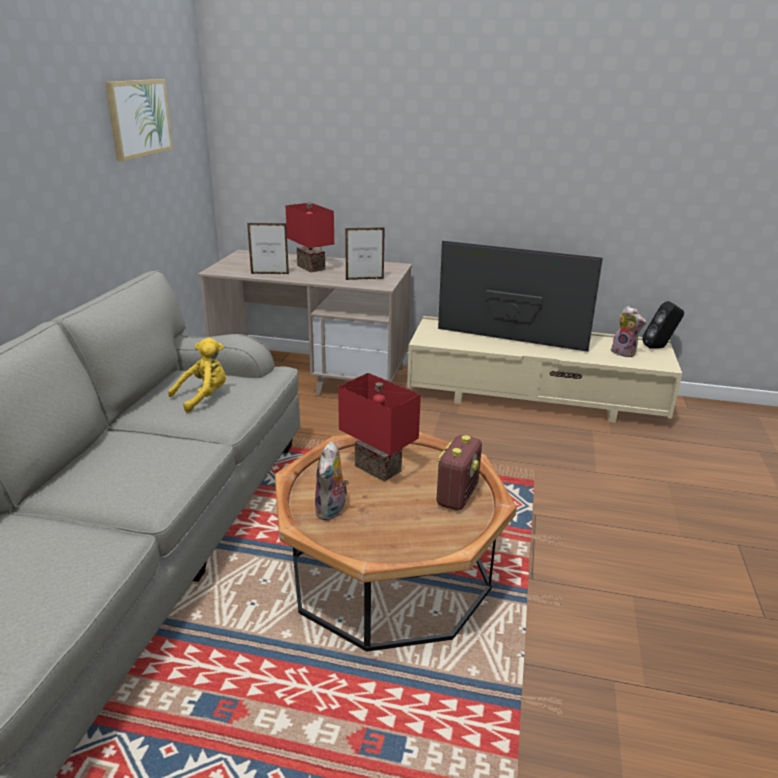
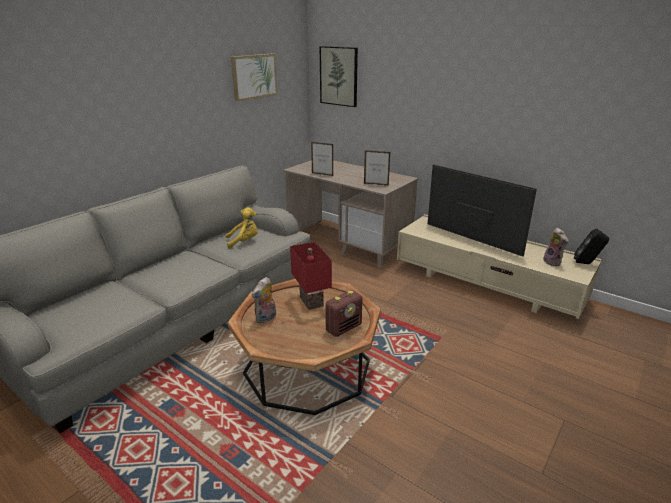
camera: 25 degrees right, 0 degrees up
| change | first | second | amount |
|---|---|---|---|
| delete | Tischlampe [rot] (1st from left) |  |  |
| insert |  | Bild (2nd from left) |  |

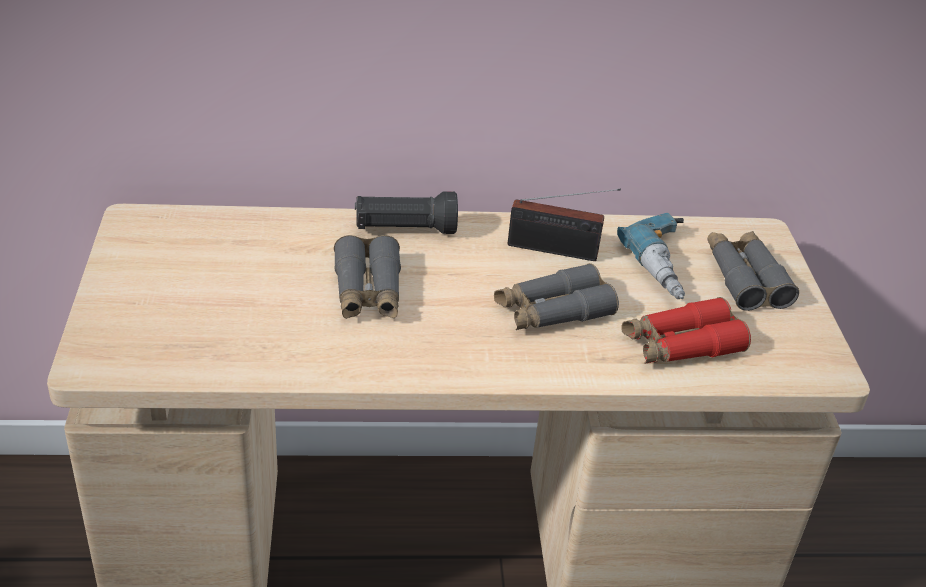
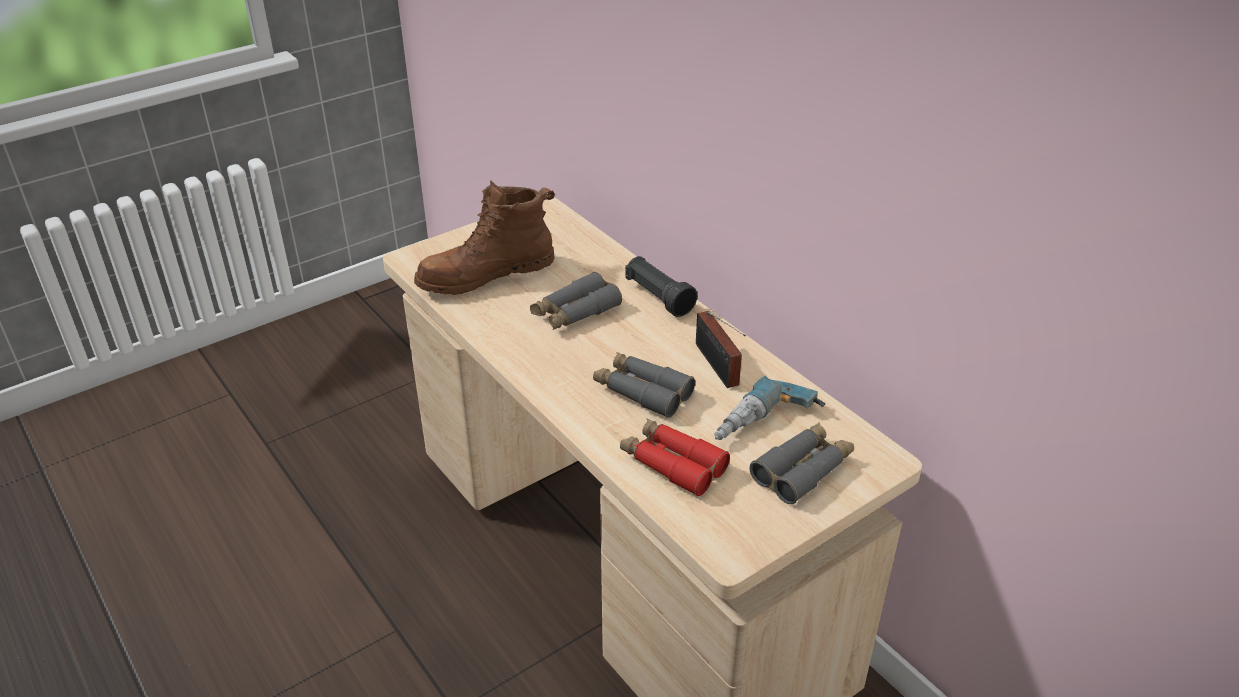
camera: 60 degrees right, 0 degrees up
| change | first | second | amount |
|---|---|---|---|
| insert |  | Stiefel [braun] |  |

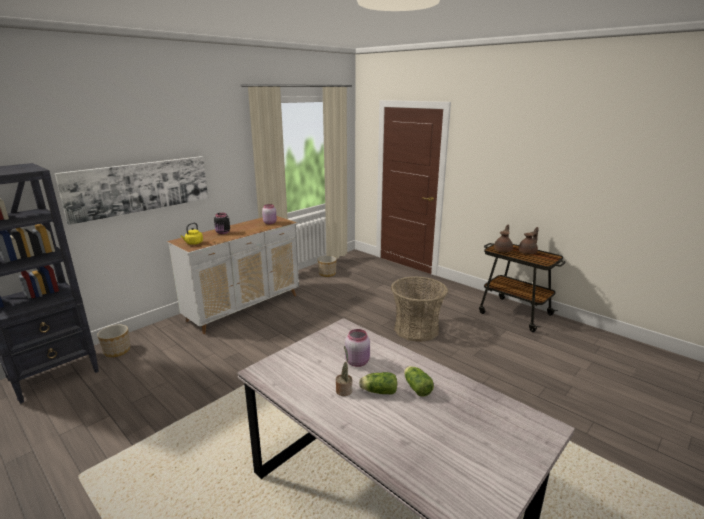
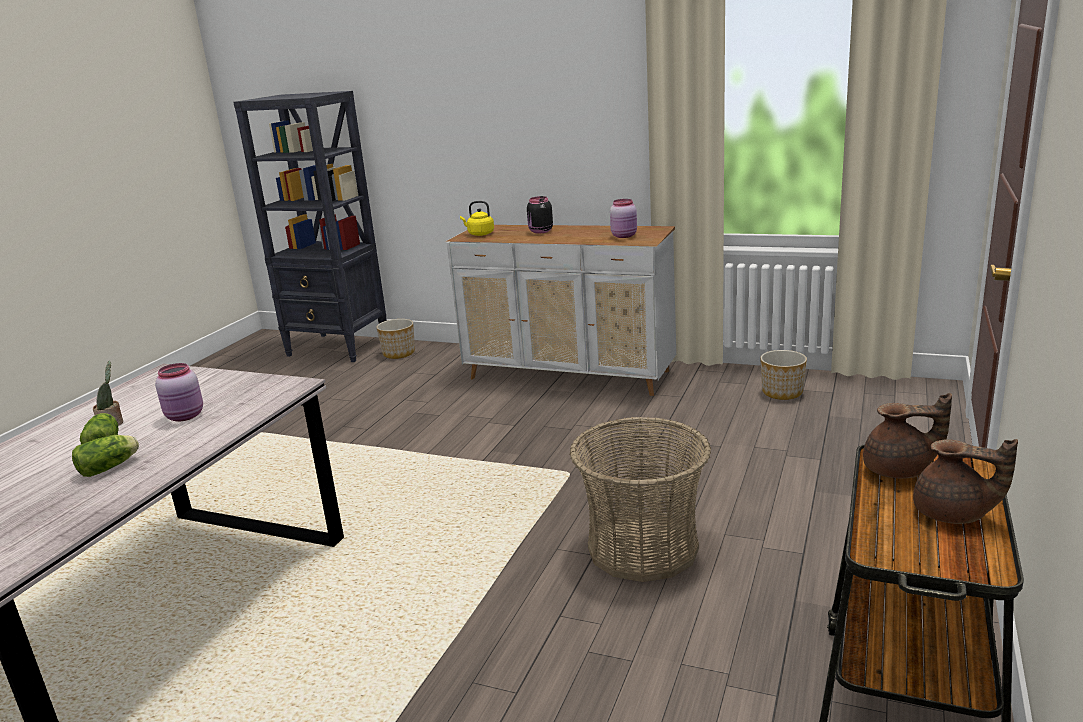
camera: 70 degrees right, 0 degrees up
| change | first | second | amount |
|---|---|---|---|
| delete | Bild |  |  |

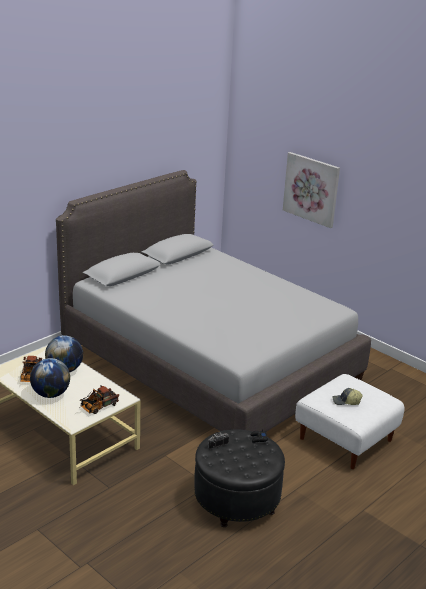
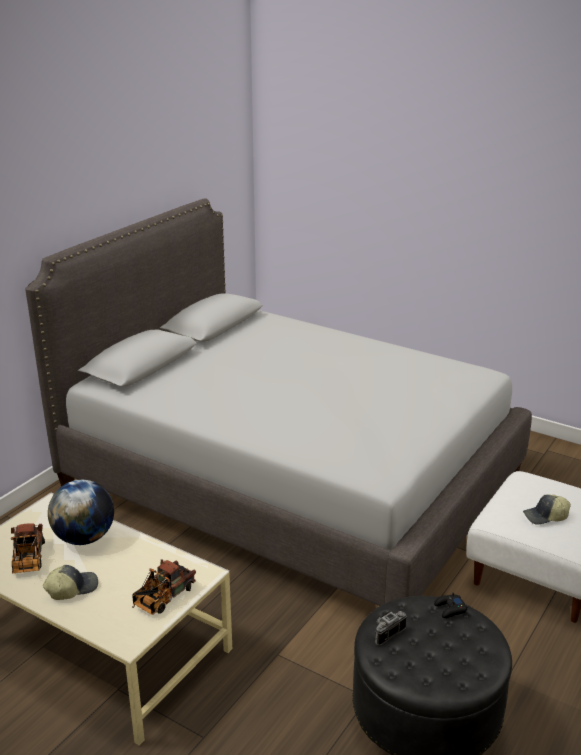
camera: 10 degrees left, 0 degrees up
| change | first | second | amount |
|---|---|---|---|
| replace | Globus (1st from left) | Kappe (1st from left) |  |
| delete | Bild |  |  |

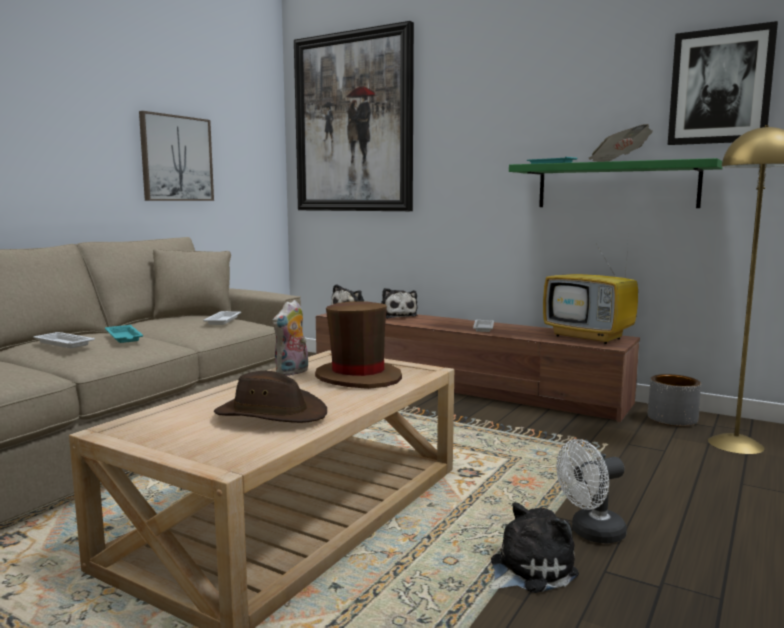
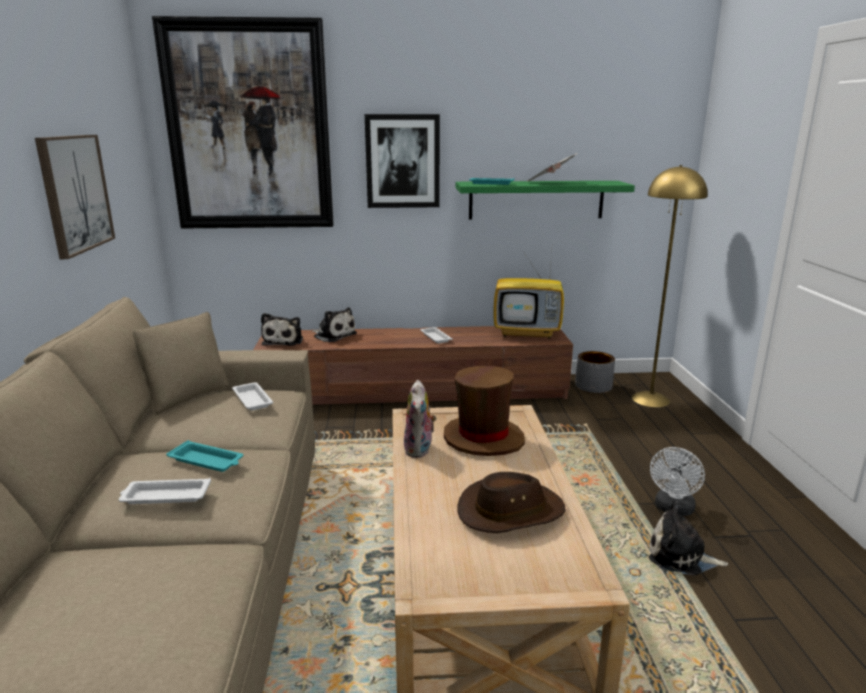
camera: 35 degrees left, 10 degrees up
| change | first | second | amount |
|---|---|---|---|
| rotate | Plüschtier (4th from left) |  | 90 degrees counterclockwise |
| move | Bild (3rd from left) |  |  |

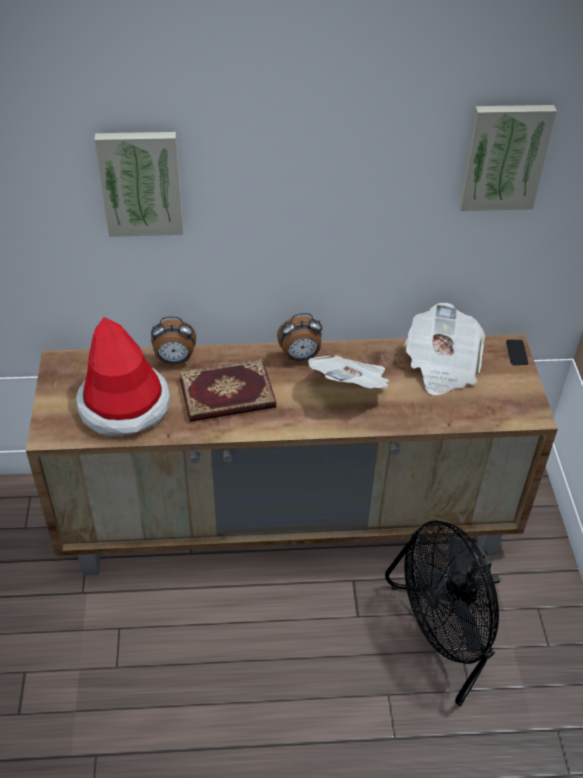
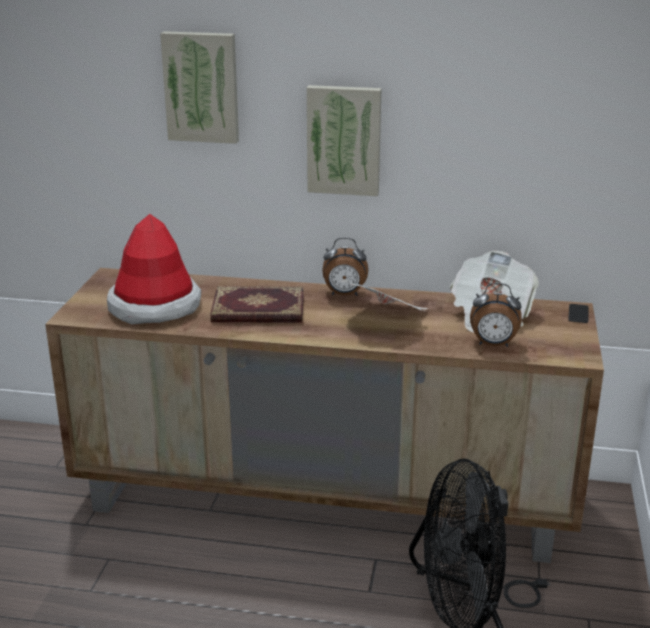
camera: 15 degrees right, 20 degrees down
| change | first | second | amount |
|---|---|---|---|
| move | Wecker (1st from left in the first image) | Wecker (2nd from left) |  |
| move | Bild (2nd from left) |  |  |

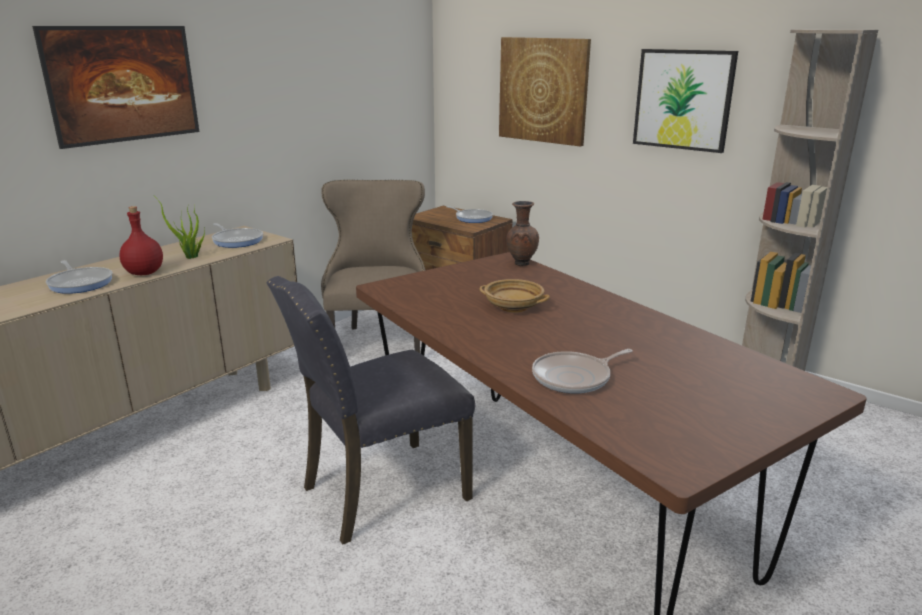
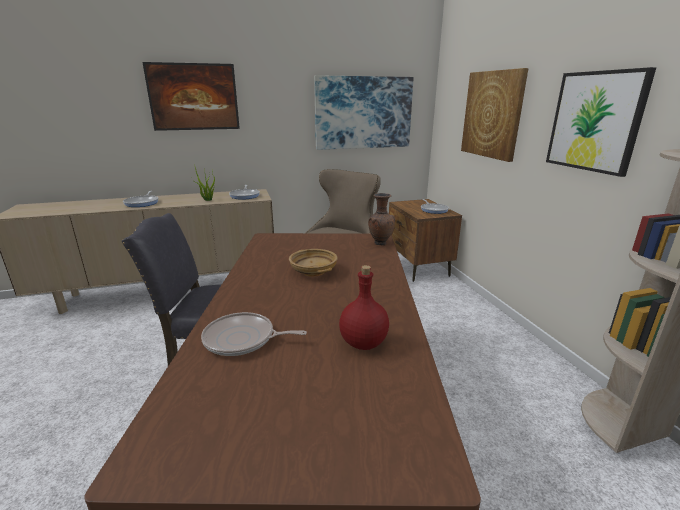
camera: 35 degrees right, 0 degrees up
| change | first | second | amount |
|---|---|---|---|
| move | Flasche [rot] |  |  |
| insert |  | Bild (2nd from left) |  |

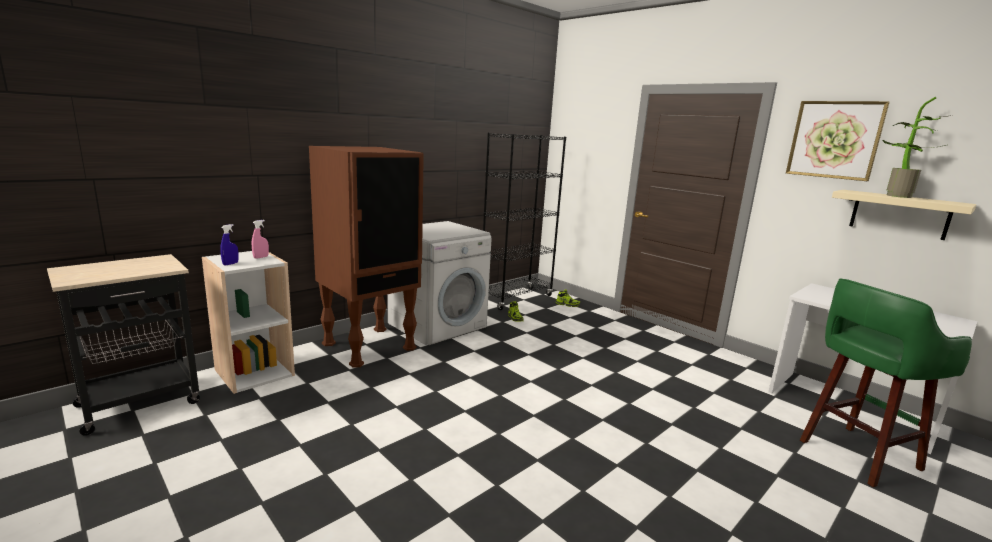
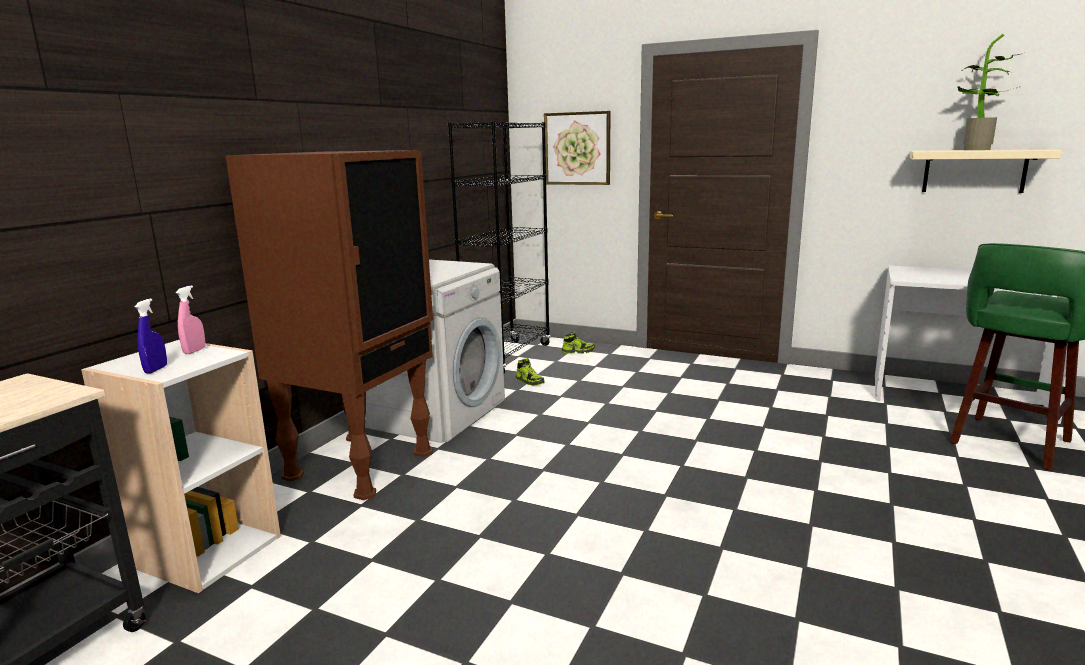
camera: 20 degrees left, 0 degrees up
| change | first | second | amount |
|---|---|---|---|
| move | Bild |  |  |

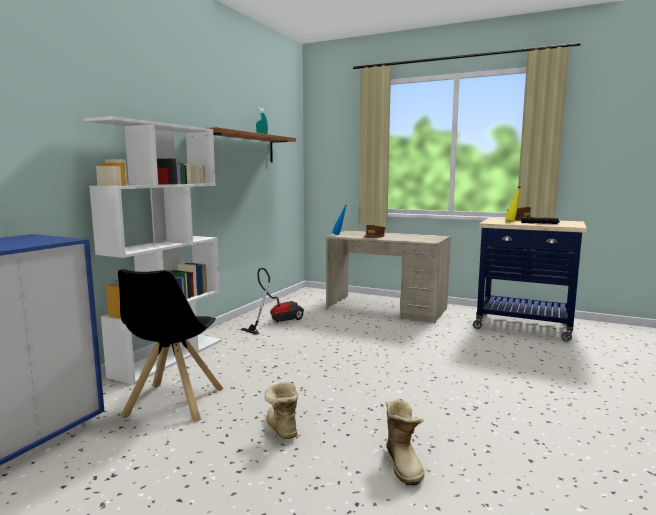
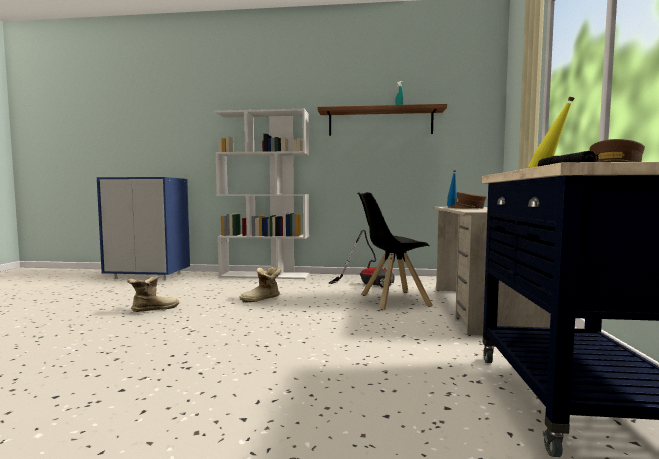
camera: 70 degrees right, 5 degrees down
| change | first | second | amount |
|---|---|---|---|
| move | Stuhl [schwarz] |  |  |
| move | Stiefel (2nd from left) |  |  |

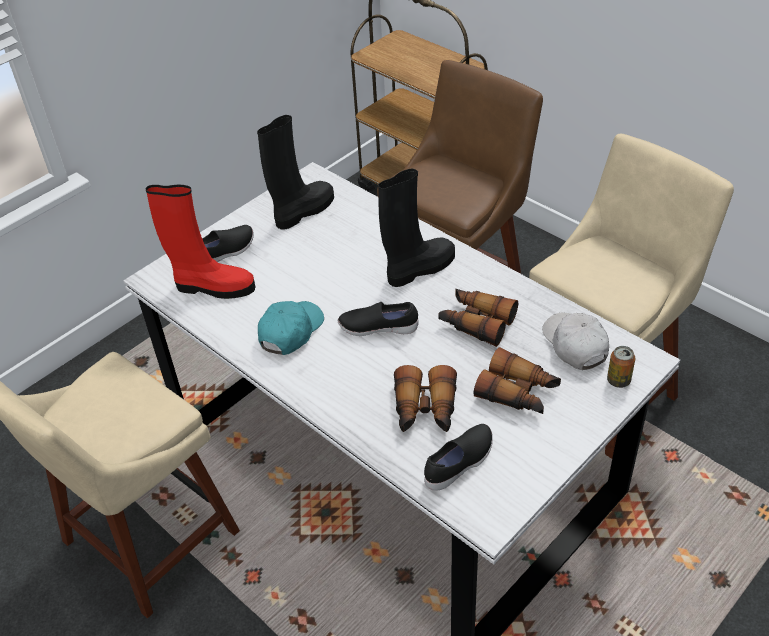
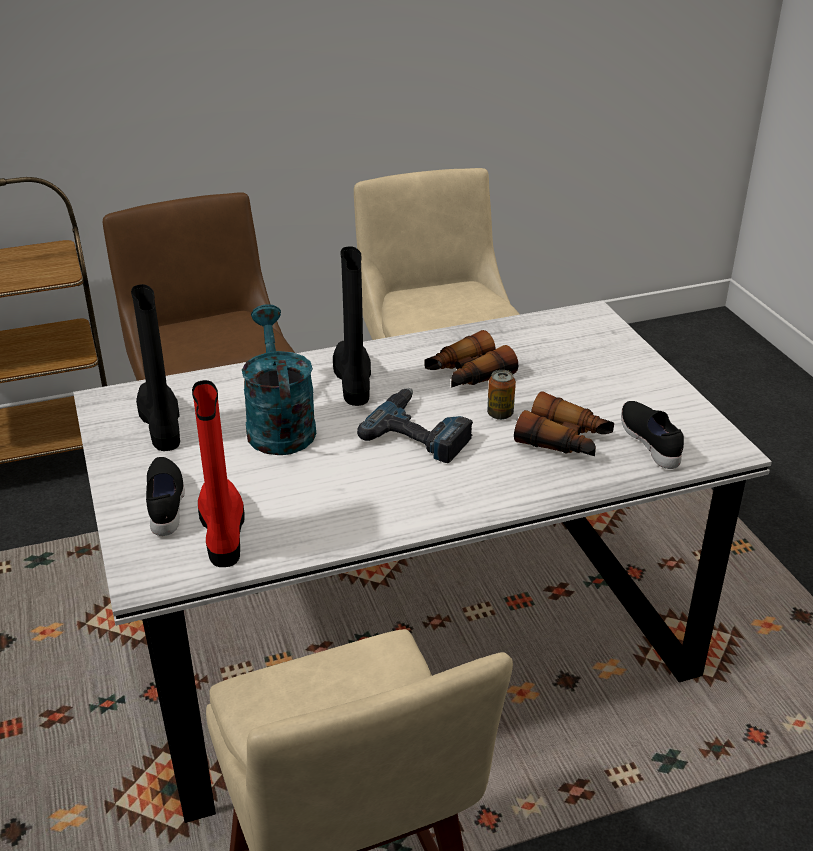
camera: 65 degrees left, 10 degrees down
| change | first | second | amount |
|---|---|---|---|
| rotate | Stiefel [rot] |  | 45 degrees counterclockwise |
| delete | Kappe [türkis] |  |  |
| replace | Schuh [schwarz] (2nd from left) | Bohrmaschine |  |
| delete | Fernglas (3rd from left) |  |  |
| delete | Kappe [weiß] |  |  |
| move | Dose |  |  |
| insert |  | Gießkanne [türkis] |  |

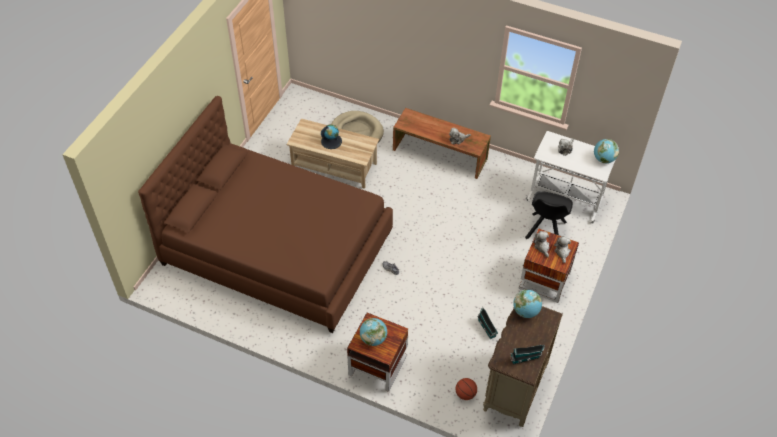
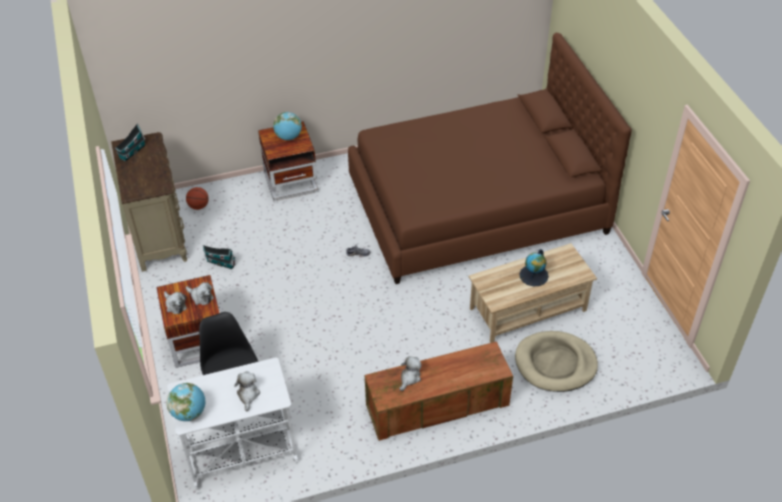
camera: 140 degrees right, 5 degrees down
| change | first | second | amount |
|---|---|---|---|
| delete | Globus (3rd from left) |  |  |

